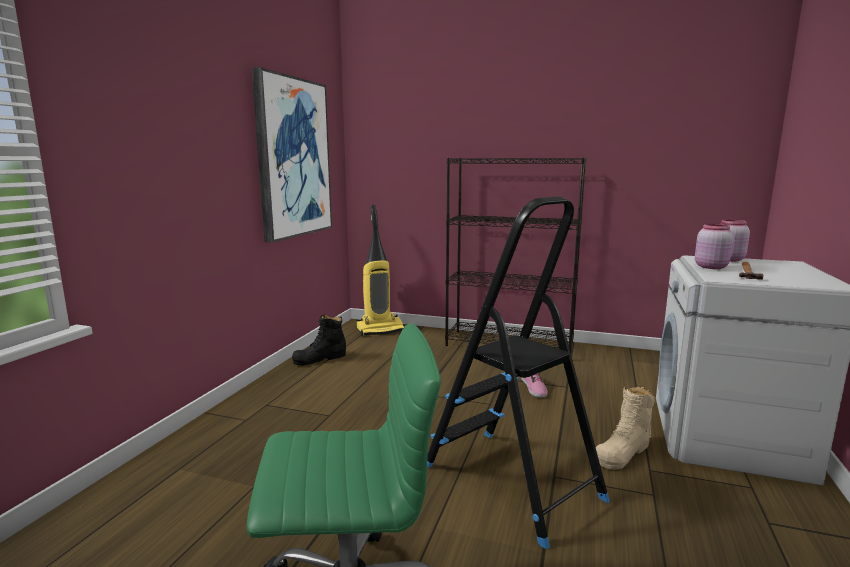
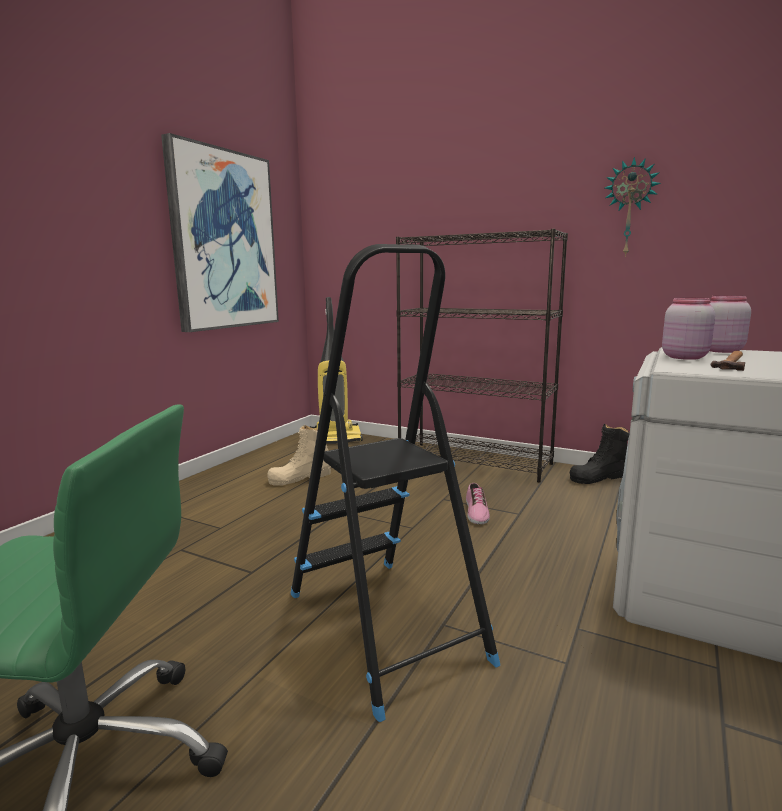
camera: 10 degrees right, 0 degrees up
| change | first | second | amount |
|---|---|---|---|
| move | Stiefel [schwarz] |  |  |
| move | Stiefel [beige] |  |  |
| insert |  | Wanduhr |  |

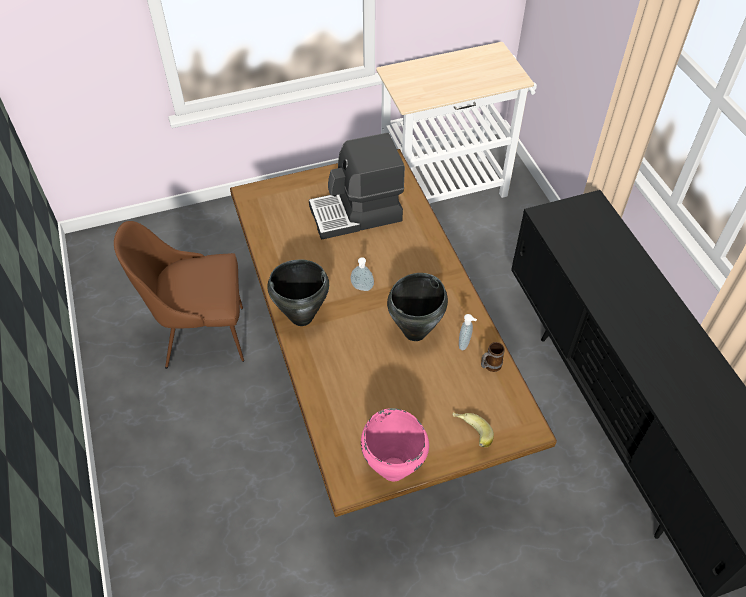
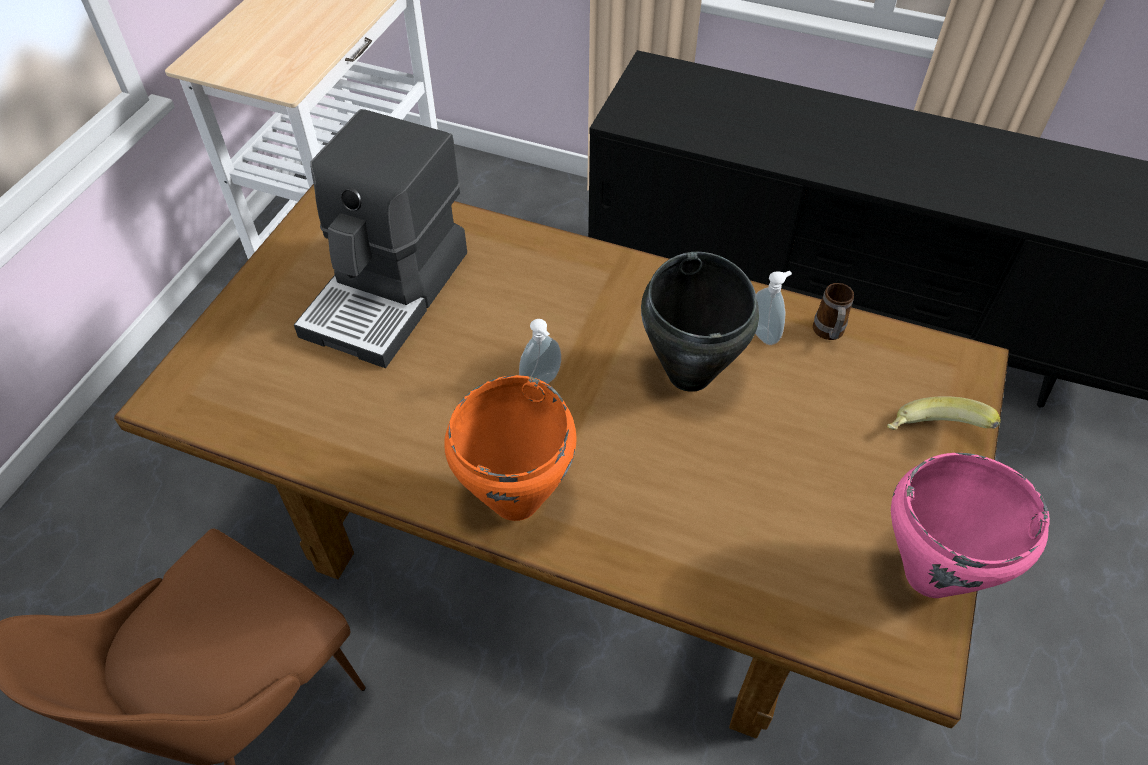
camera: 50 degrees left, 0 degrees up
| change | first | second | amount |
|---|---|---|---|
| recolor | Kochtopf [schwarz] (1st from left) | Kochtopf [orange] |  |

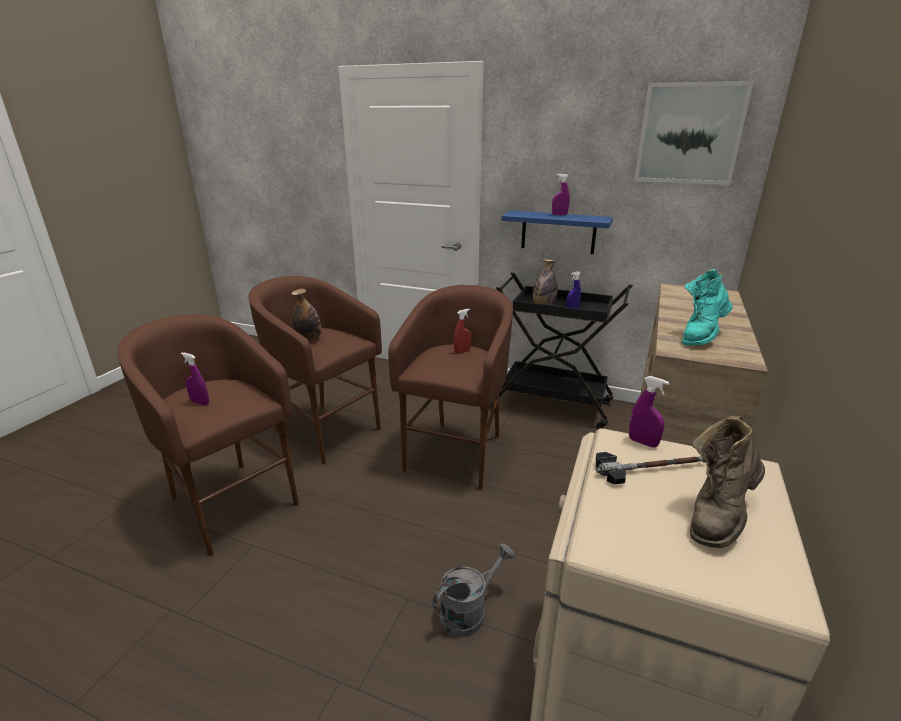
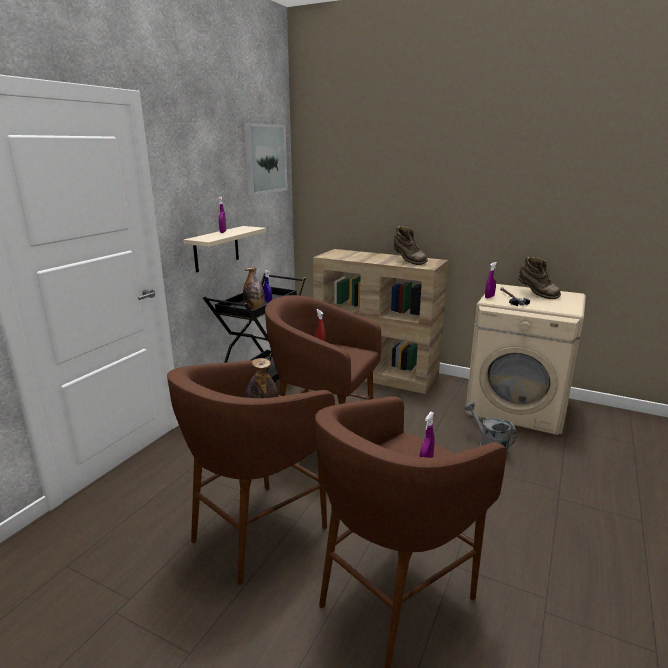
camera: 85 degrees left, 5 degrees down
| change | first | second | amount |
|---|---|---|---|
| recolor | Wandregal [blau] | Wandregal [beige] |  |
| recolor | Stiefel [türkis] | Stiefel [braun] (1st from left) |  |

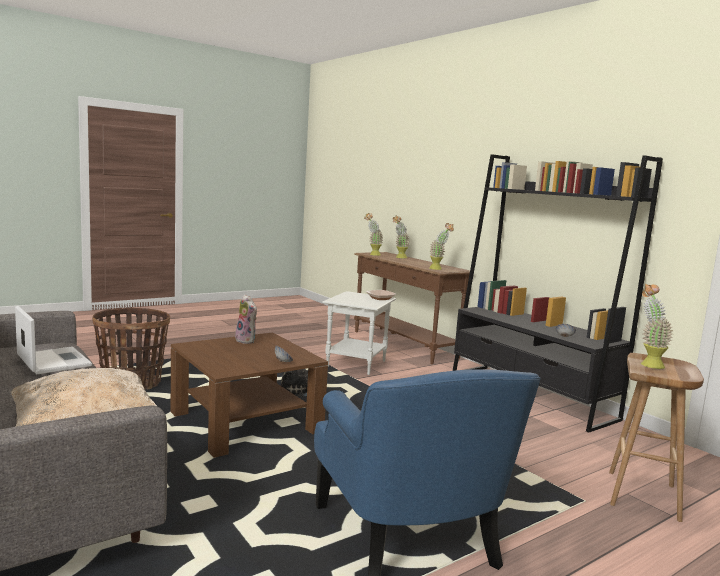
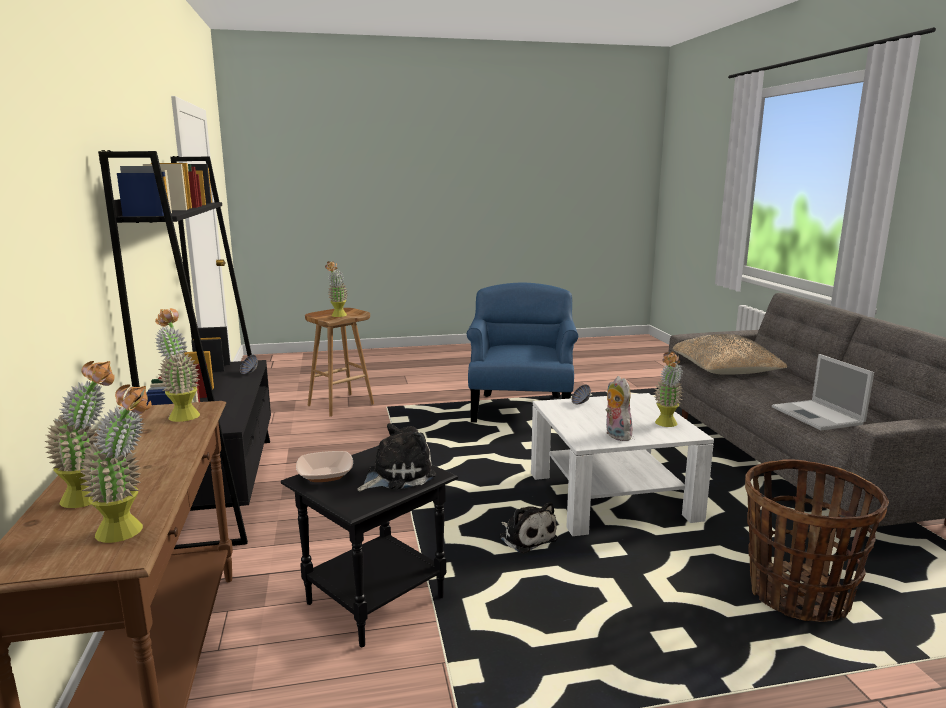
camera: 155 degrees left, 5 degrees up
| change | first | second | amount |
|---|---|---|---|
| recolor | Couchtisch [braun] | Couchtisch [weiß] |  |
| recolor | Beistelltisch [weiß] | Beistelltisch [schwarz] |  |
| insert |  | Plüschtier (1st from left) |  |
| insert |  | Topfpflanze (5th from left) |  |

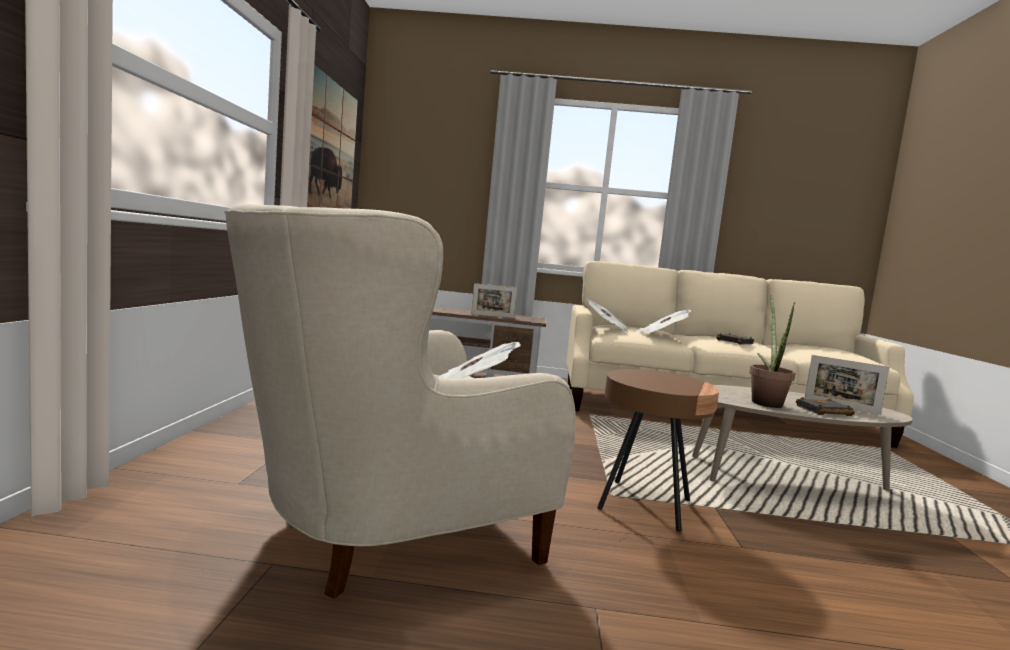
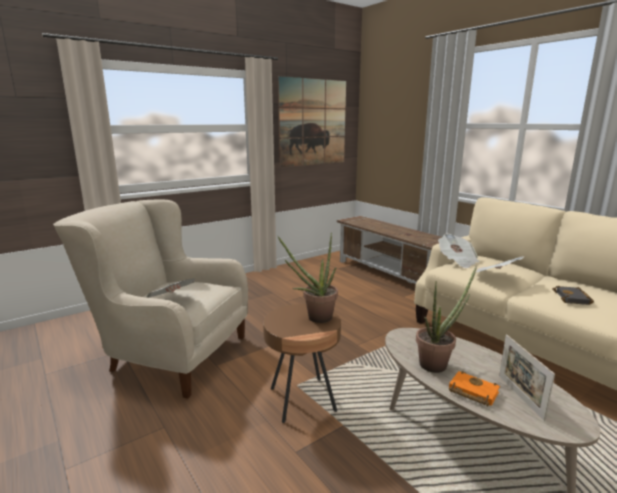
camera: 50 degrees right, 10 degrees up
| change | first | second | amount |
|---|---|---|---|
| delete | Bilderrahmen (1st from left) |  |  |
| recolor | Buch [schwarz] (2nd from left) | Buch [orange] |  |
| insert |  | Topfpflanze (1st from left) |  |

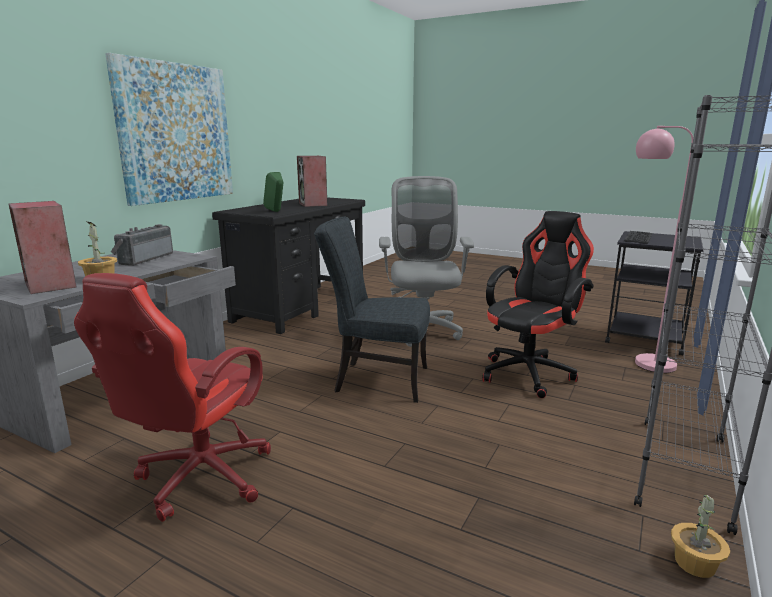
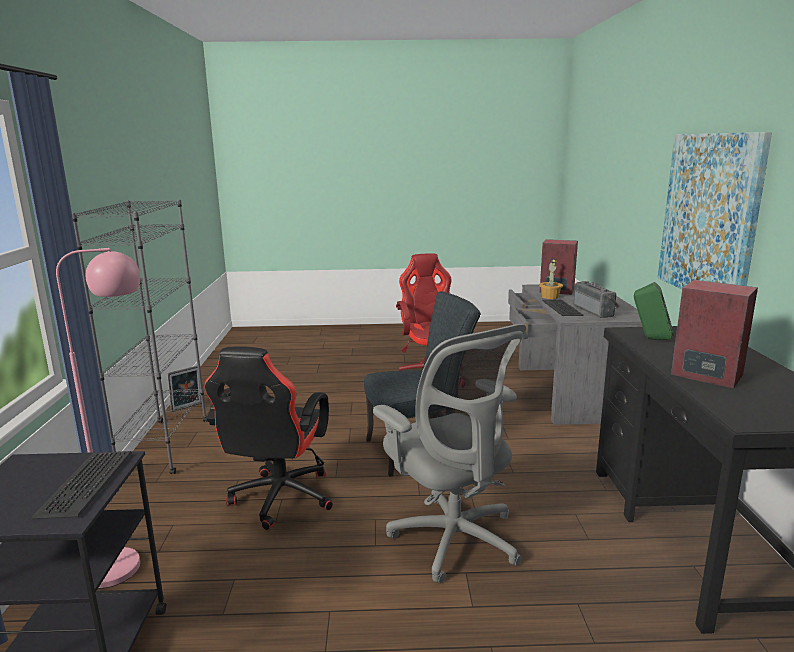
camera: 150 degrees right, 0 degrees up
| change | first | second | amount |
|---|---|---|---|
| replace | Topfpflanze (2nd from left) | Bilderrahmen |  |
| insert |  | Tastatur (2nd from left) |  |

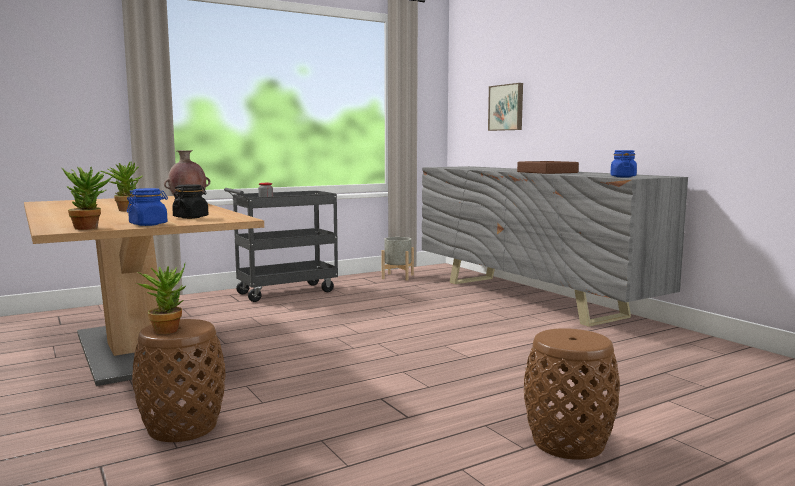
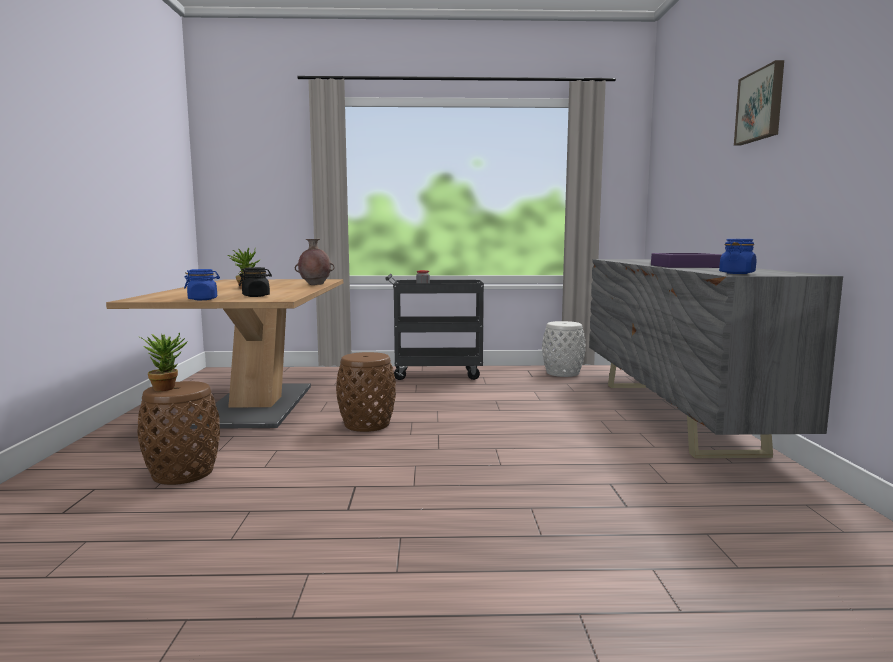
camera: 30 degrees right, 0 degrees up
| change | first | second | amount |
|---|---|---|---|
| delete | Topfpflanze (1st from left) |  |  |
| replace | Pflanzkübel [grau] | Hocker [weiß] |  |
| move | Bild |  |  |
| recolor | Tablett [braun] | Tablett [lila] |  |
| move | Hocker [braun] (2nd from left) |  |  |

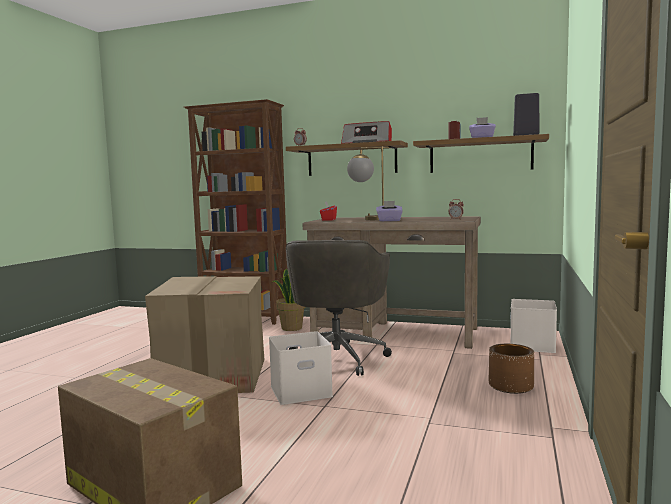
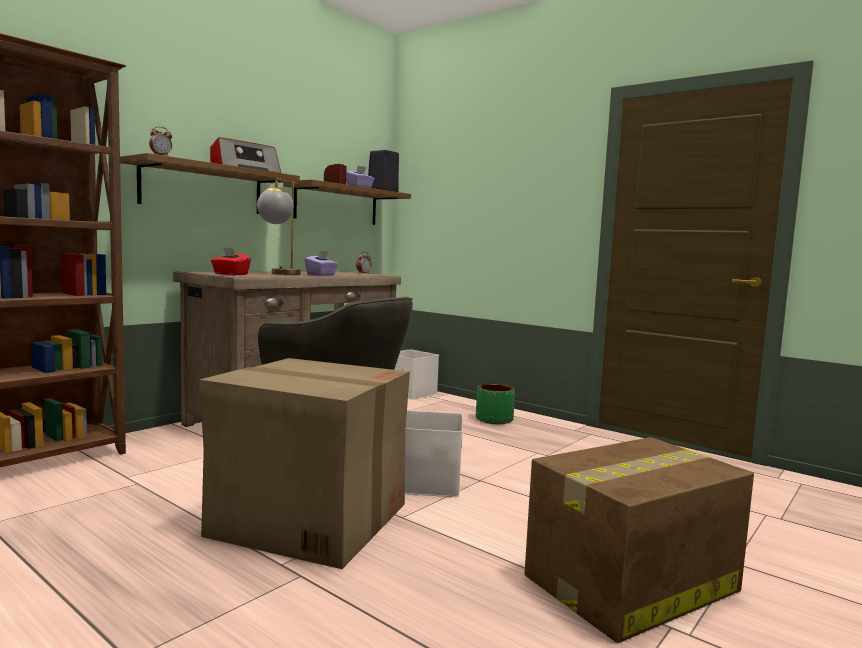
camera: 70 degrees left, 0 degrees up
| change | first | second | amount |
|---|---|---|---|
| delete | Topfpflanze |  |  |
| recolor | Pflanzkübel [braun] | Pflanzkübel [grün] |  |

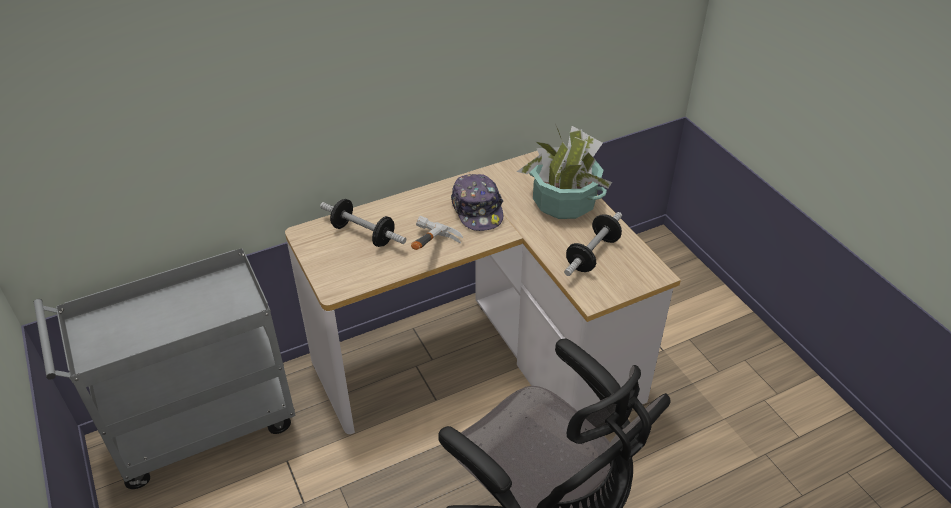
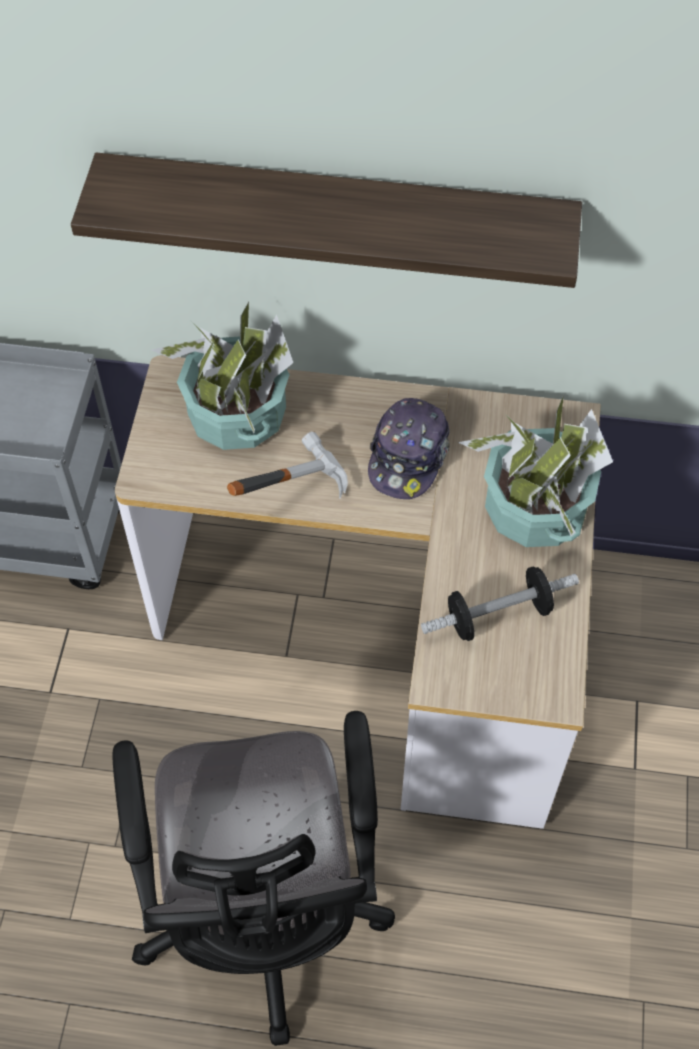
camera: 35 degrees right, 15 degrees up
| change | first | second | amount |
|---|---|---|---|
| replace | Hantel (1st from left) | Topfpflanze (1st from left) |  |
| insert |  | Wandregal |  |

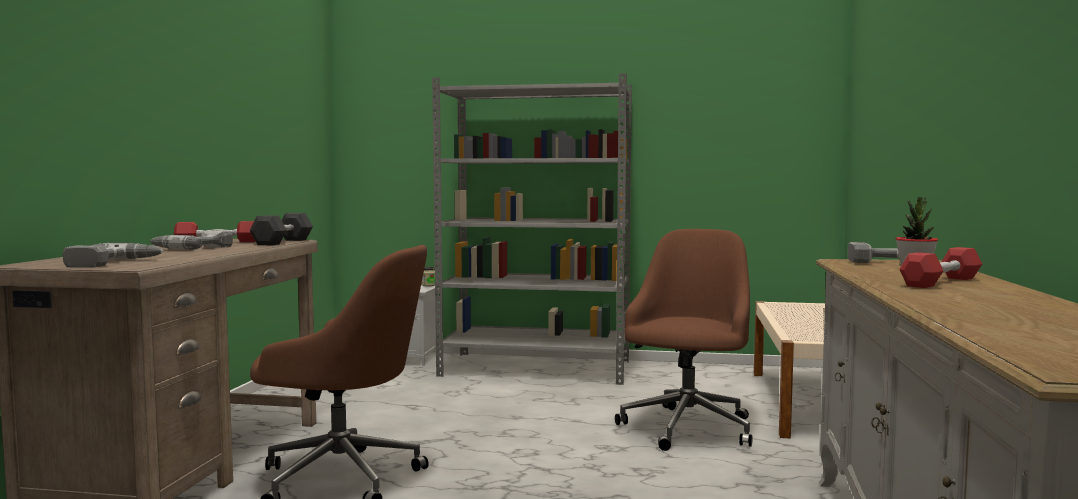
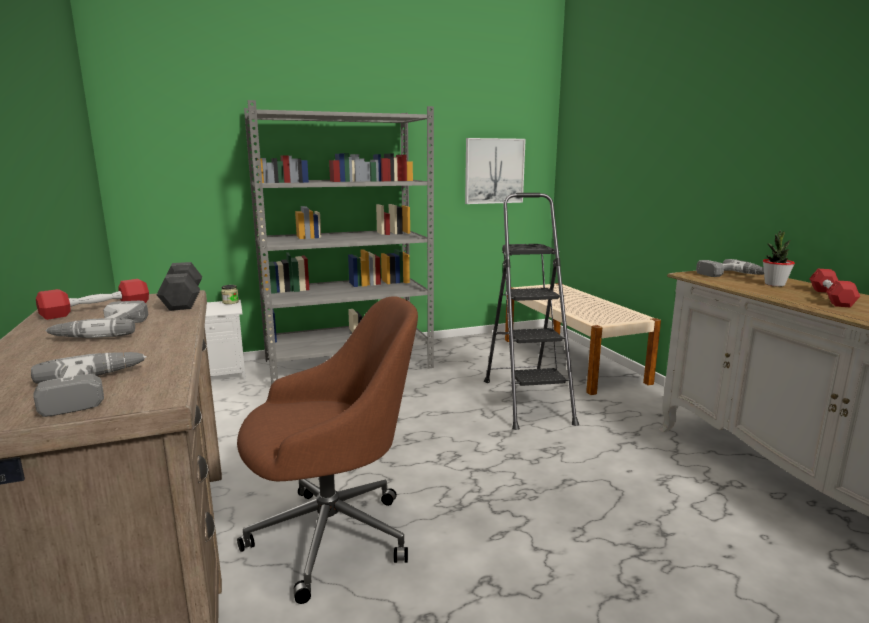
camera: 30 degrees left, 10 degrees up
| change | first | second | amount |
|---|---|---|---|
| replace | Bürostuhl [braun] (2nd from left) | Trittleiter |  |
| insert |  | Bild |  |

